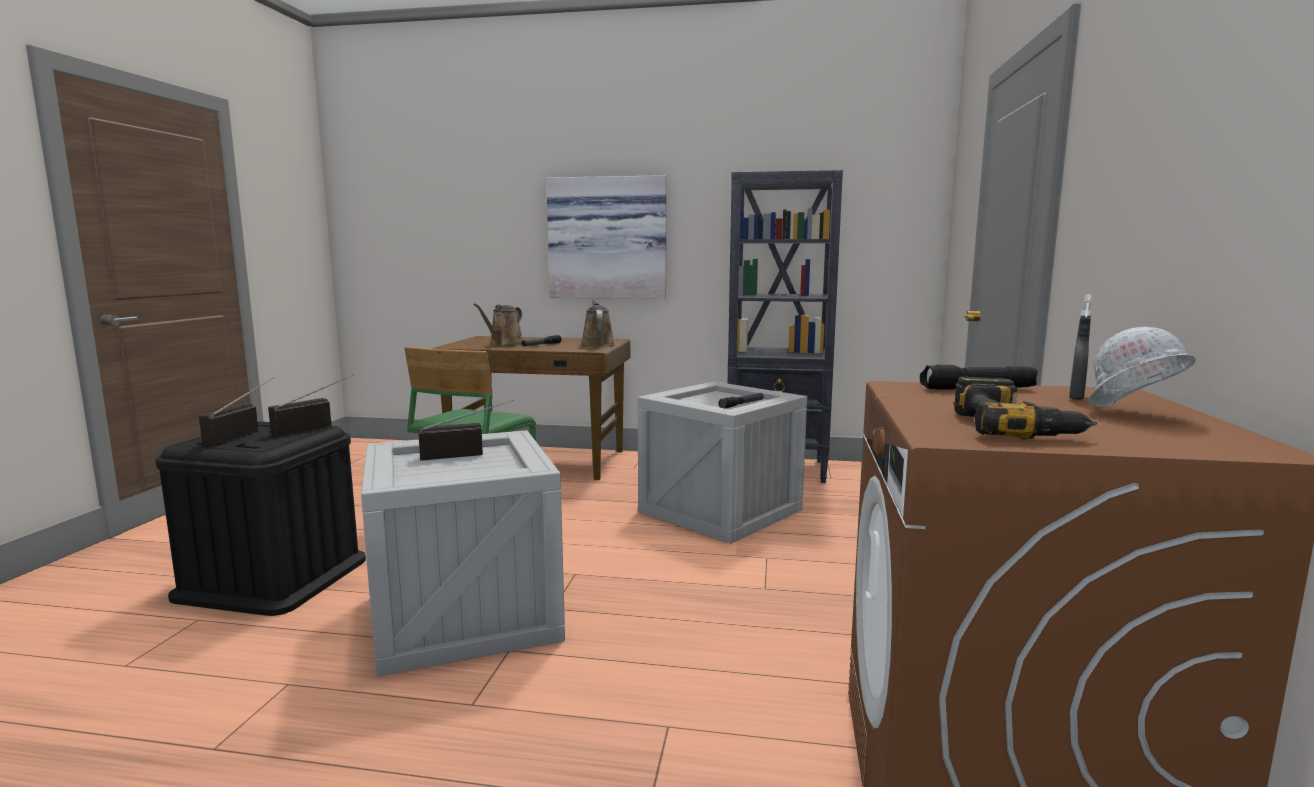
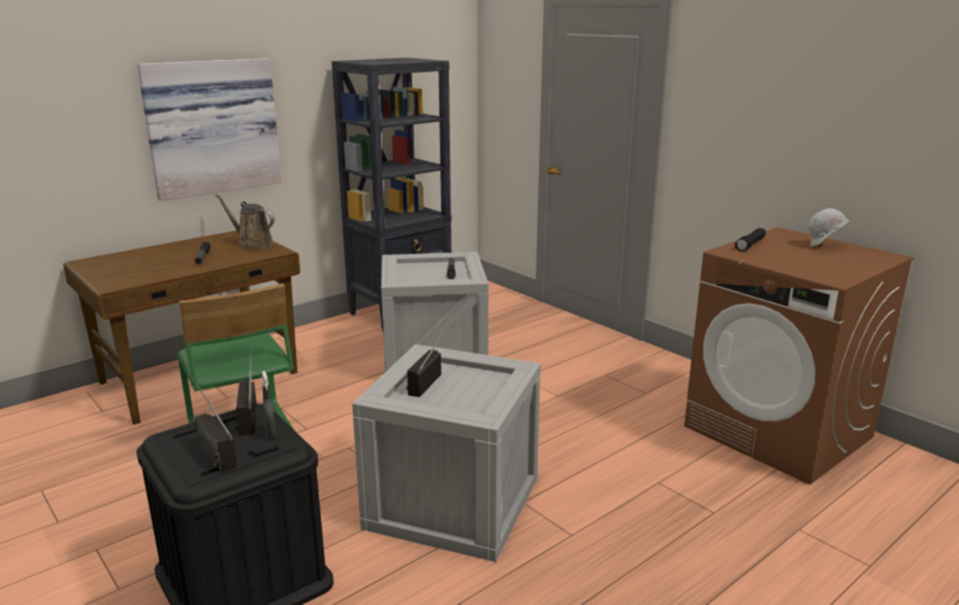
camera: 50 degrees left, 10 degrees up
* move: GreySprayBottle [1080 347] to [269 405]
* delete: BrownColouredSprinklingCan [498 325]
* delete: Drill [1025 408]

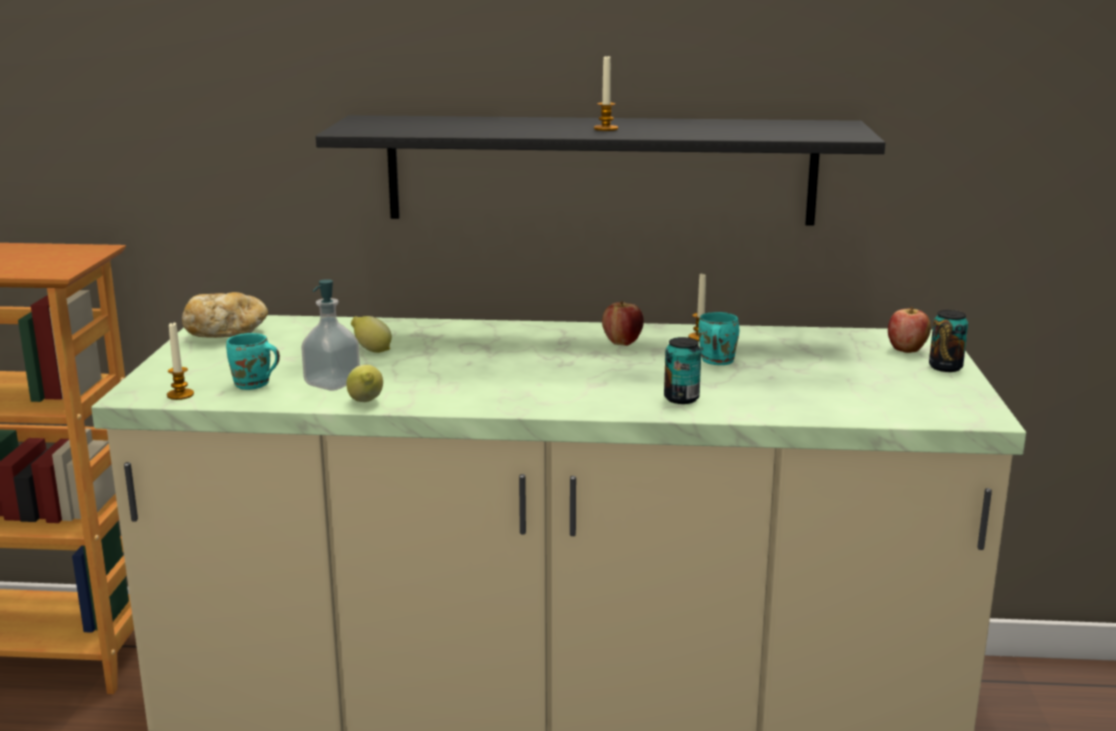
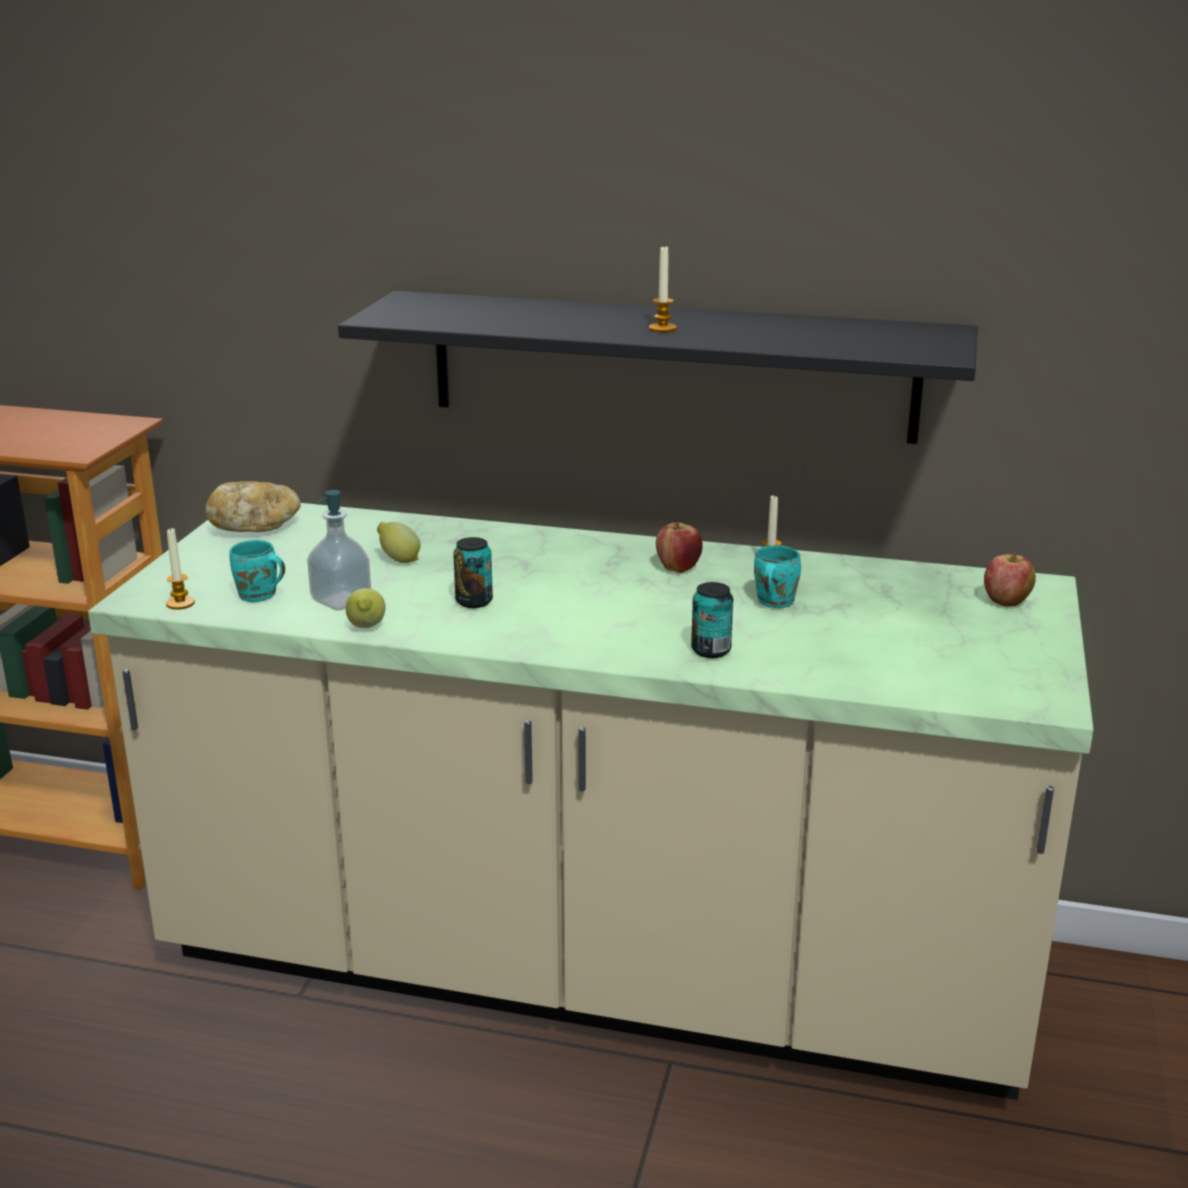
camera: 10 degrees right, 5 degrees up
* move: SealedCan [948 341] to [473 572]

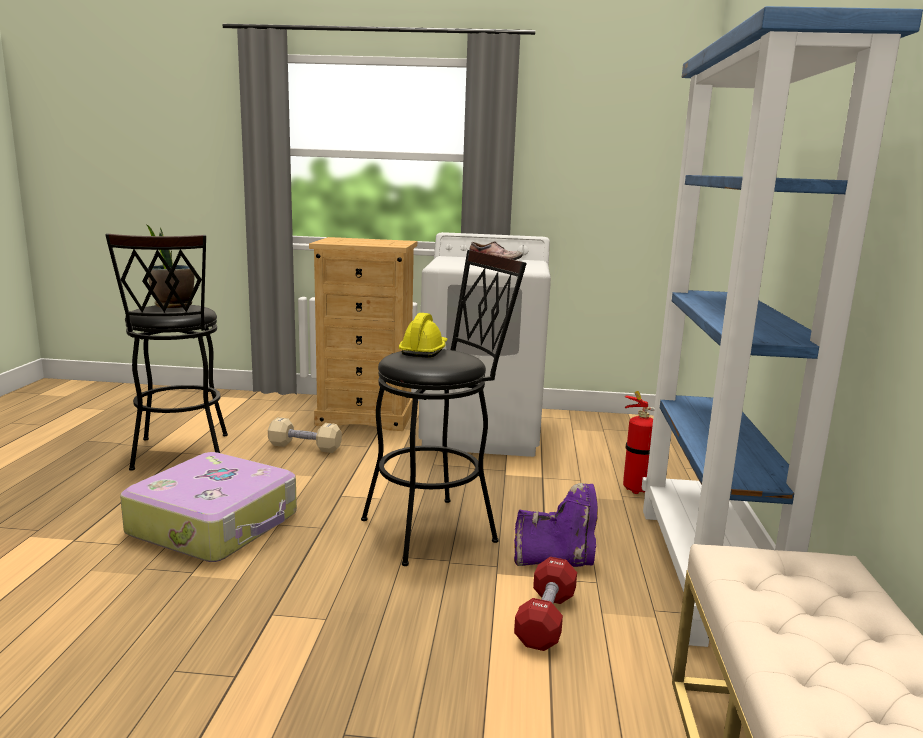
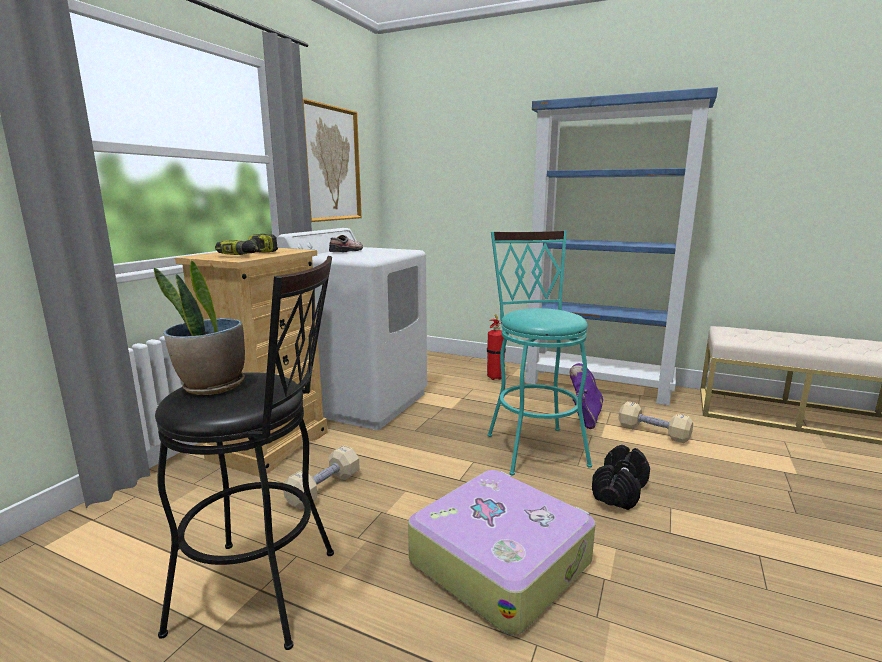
camera: 70 degrees left, 0 degrees up
* insert: Drill [246 244]
* insert: WallPicture [332 160]
* recolor: BlackColouredStoolSeat [444 408] to TurquoiseStoolSeat [539 353]
* insert: BlackColouredHandWeight [621 477]
* recolor: RedHandWeight [545 604] to SandColouredHandWeight [655 422]
* delete: YellowHardHat [423 335]

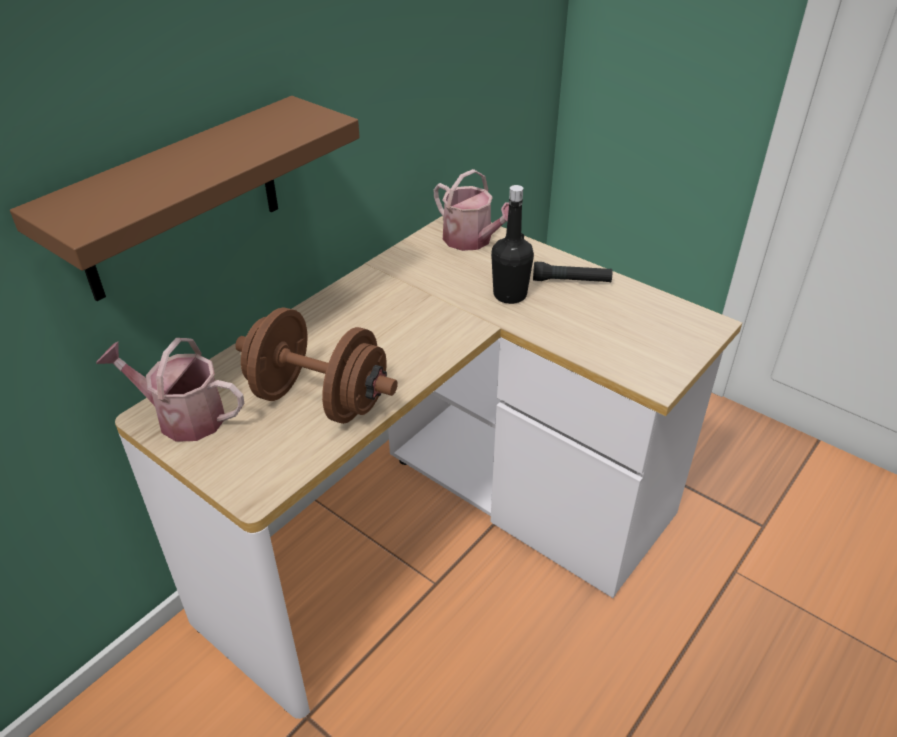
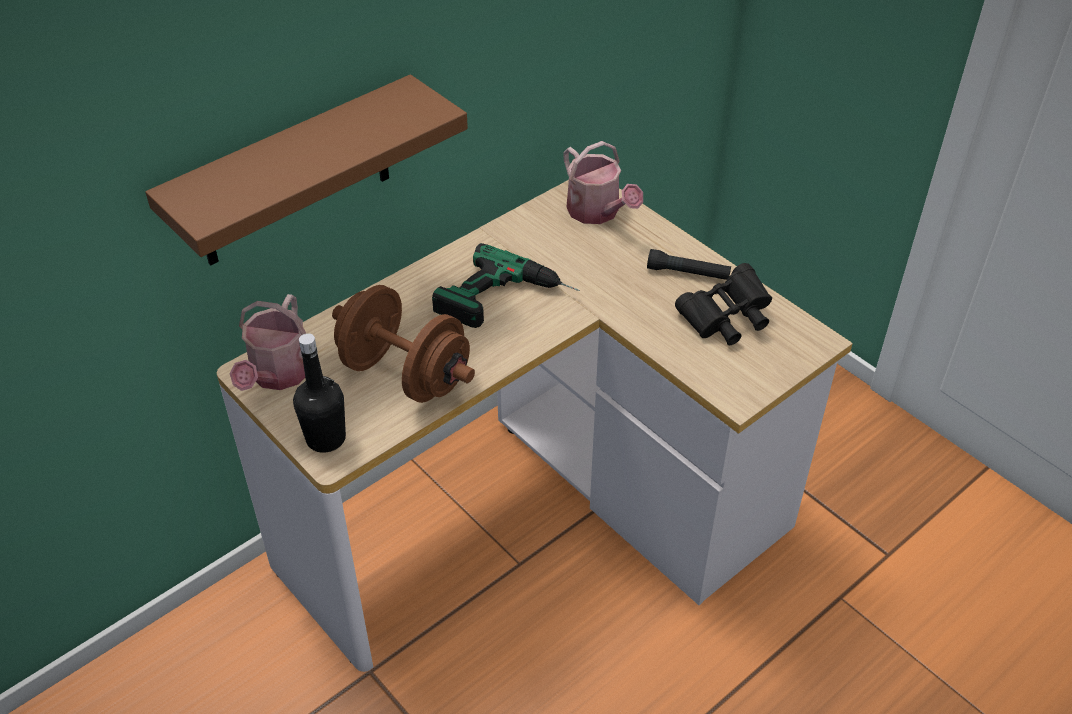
camera: 10 degrees right, 5 degrees up
* rotate: SprinklingCan [170 390] = [267 342] 105 degrees counterclockwise
* move: BlackColouredDrinkBottle [512 244] to [319 392]
* insert: Drill [506 285]
* insert: BlackColouredFieldGlasses [723 304]

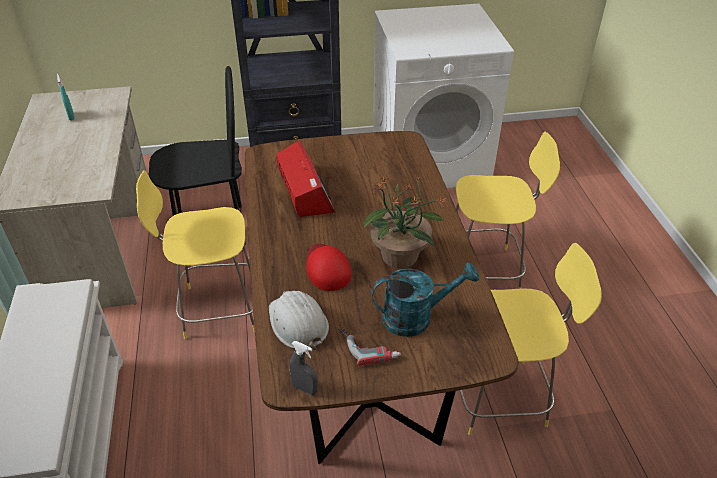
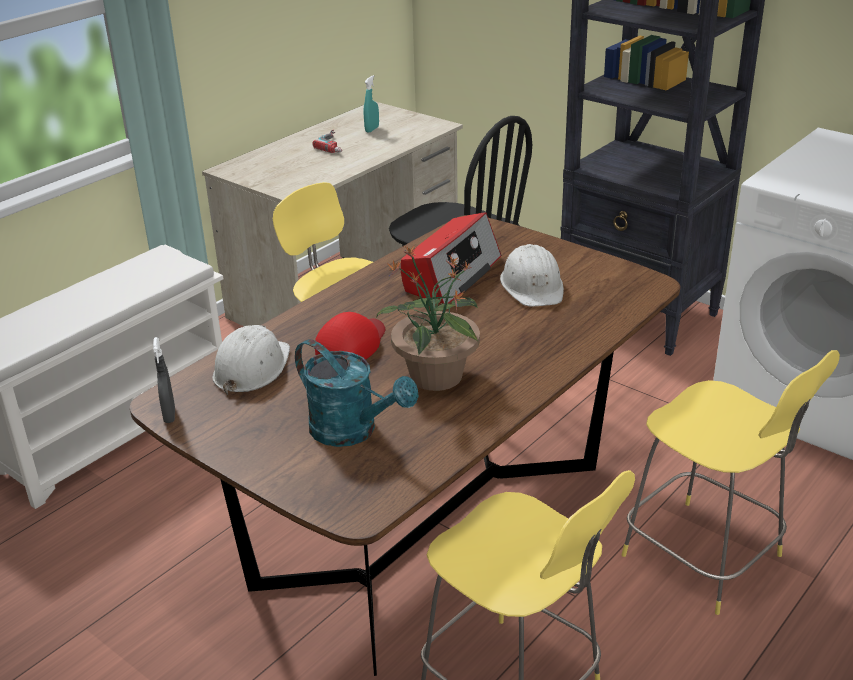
camera: 50 degrees right, 10 degrees down
* move: Drill [369 346] to [327 141]
* insert: WhitishHardHat [532 275]

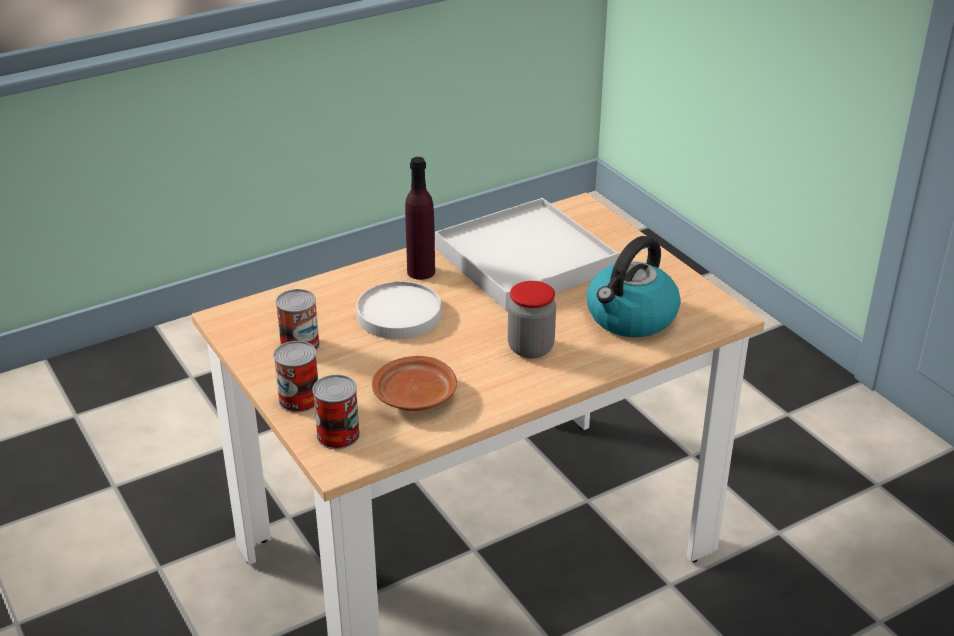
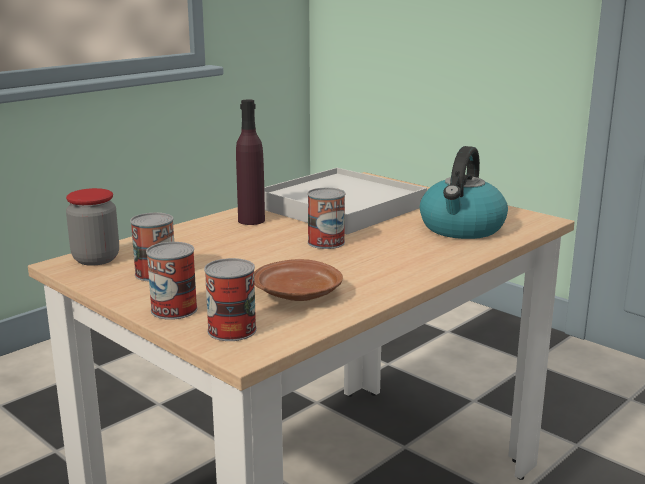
camera: 15 degrees left, 15 degrees down
* move: StorageJar [532 319] to [92 227]
* insert: SealedCan [326 218]
* delete: WhitishFlatDish [398 310]

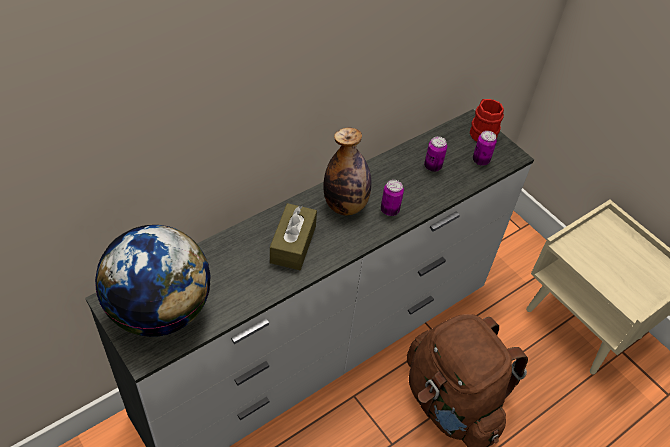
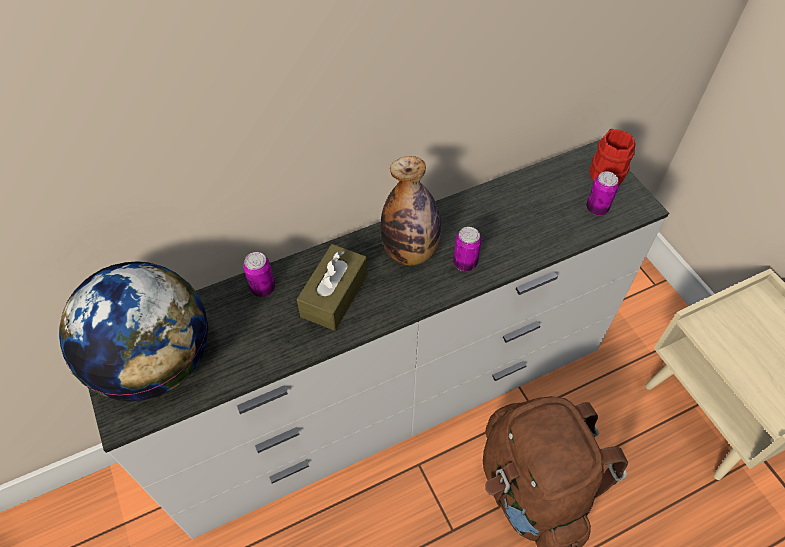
camera: 15 degrees right, 5 degrees up
* move: SealedCan [435 154] to [259 274]

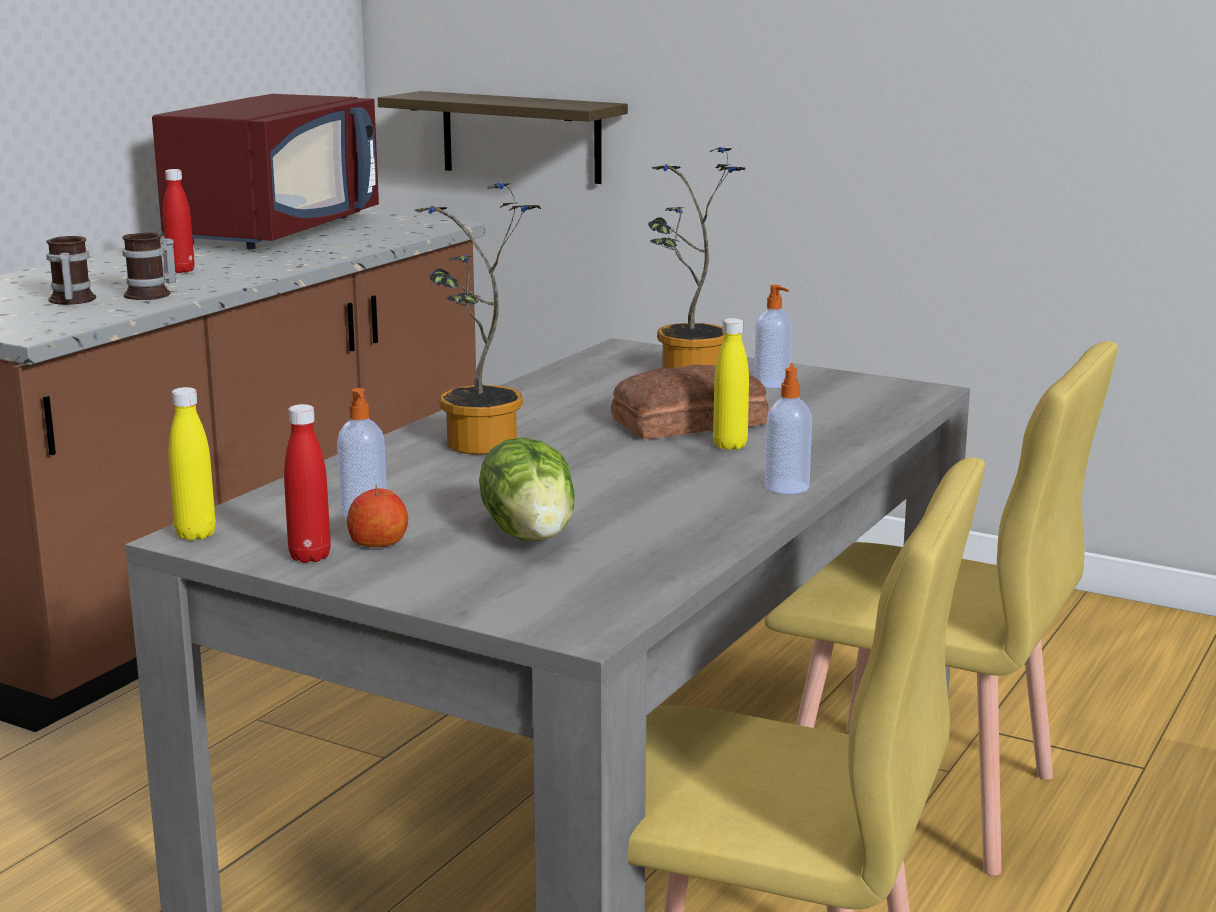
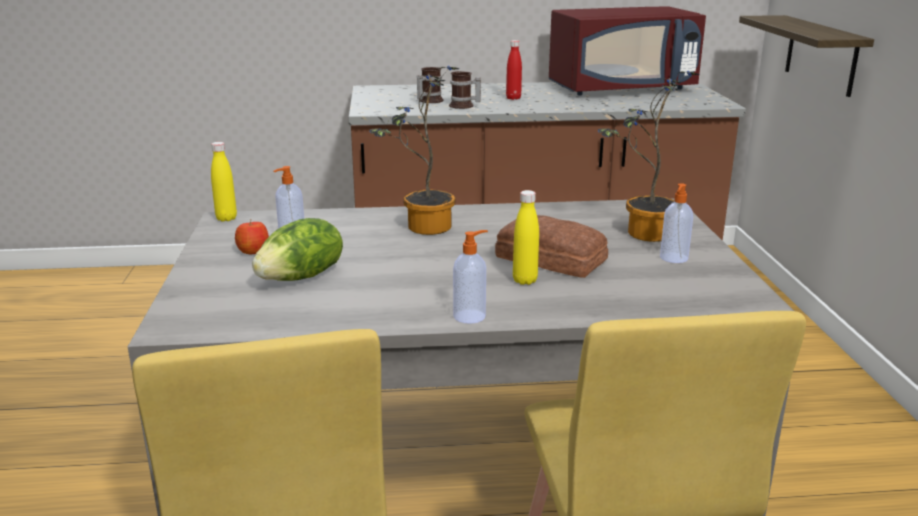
camera: 55 degrees right, 5 degrees up
* delete: RedDrinkBottle [307 483]

